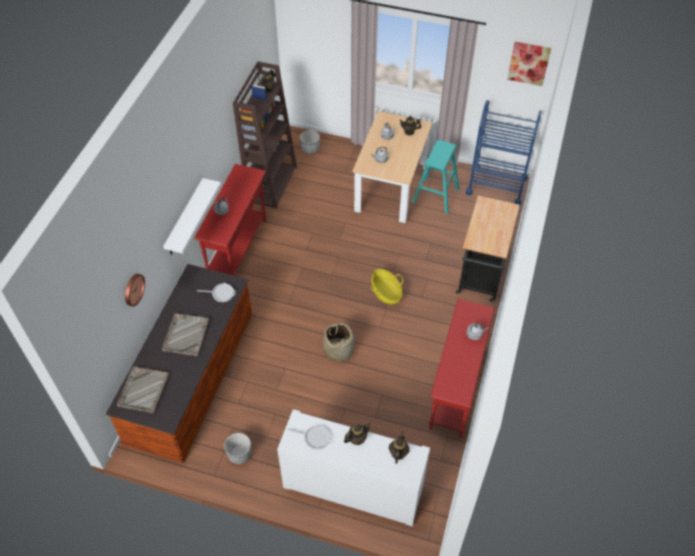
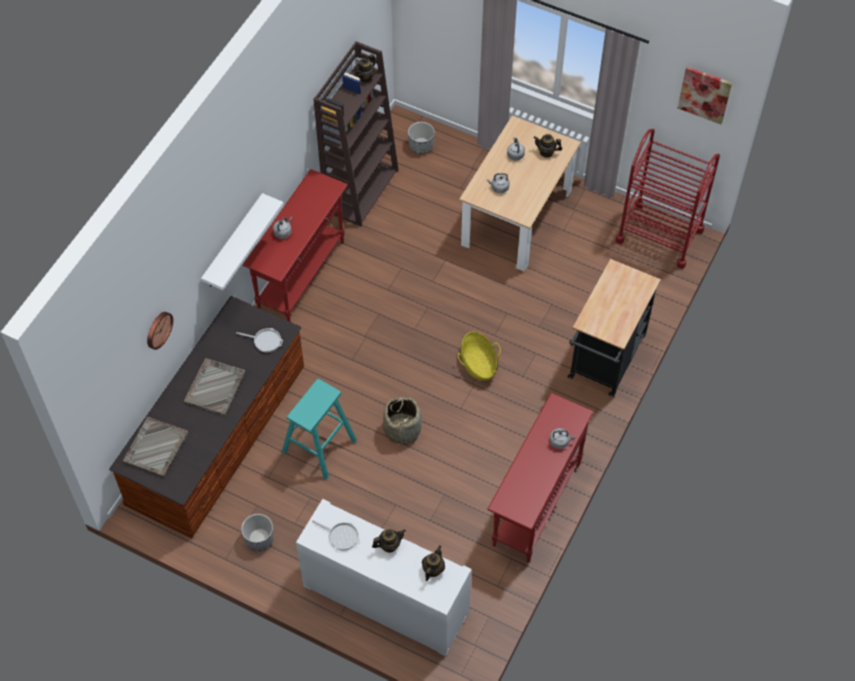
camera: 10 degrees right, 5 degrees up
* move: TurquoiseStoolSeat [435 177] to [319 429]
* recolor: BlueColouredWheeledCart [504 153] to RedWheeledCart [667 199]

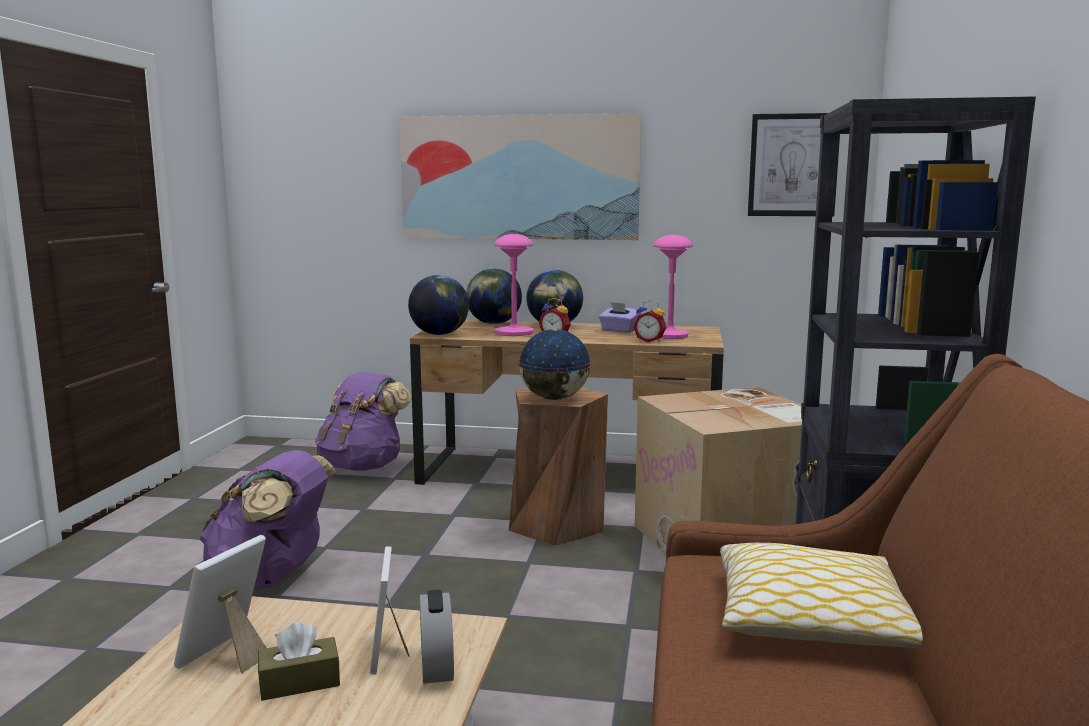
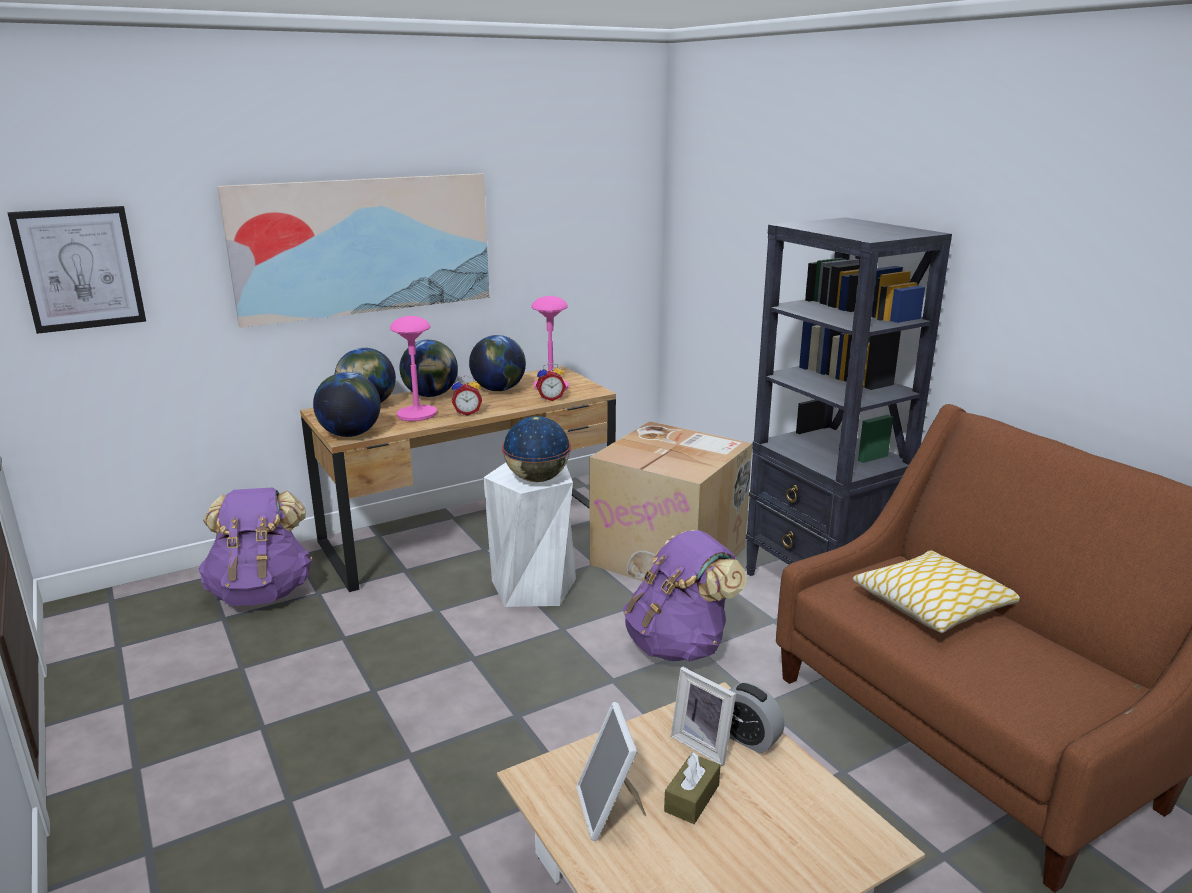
camera: 40 degrees left, 10 degrees up
* move: WallPicture [794 164] to [77 270]
* replace: PurpleColouredTissueHolder [620 317] to DeskGlobe [497 363]
* recolor: BrownColouredStoolSeat [558 466] to WhitishStoolSeat [529 534]
* move: PurpleColouredRucksack [268 520] to [685 595]

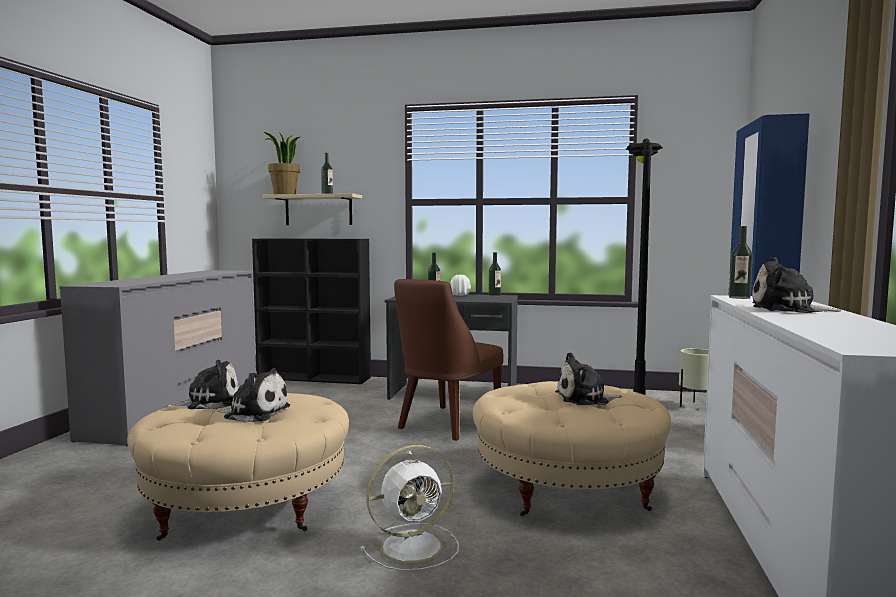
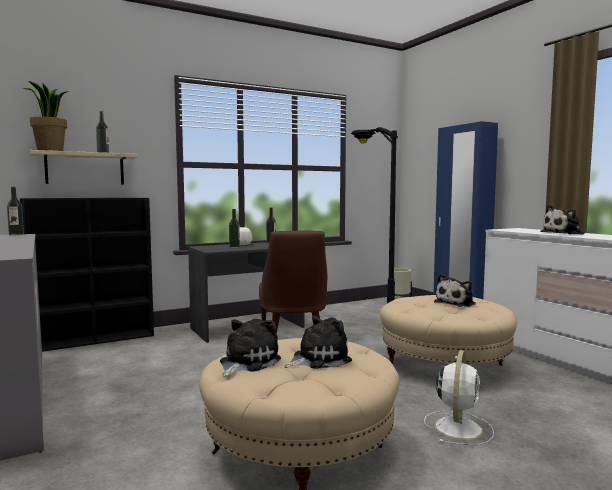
camera: 40 degrees left, 0 degrees up
* move: DrinkBottle [741 262] to [15 211]

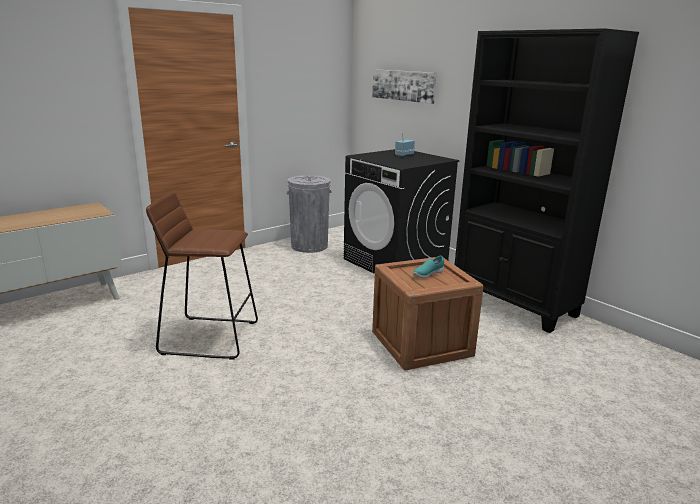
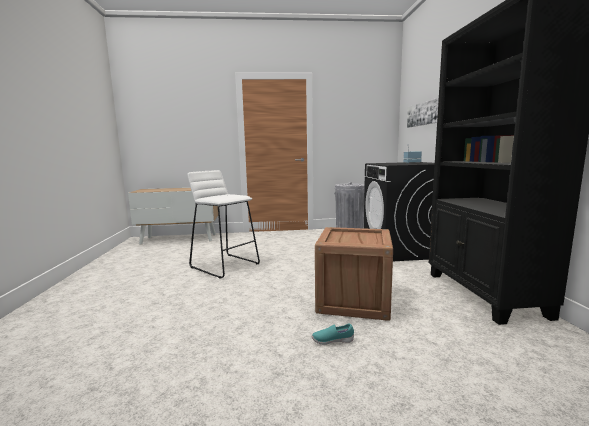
camera: 35 degrees right, 10 degrees down
* recolor: BrownColouredStoolSeat [202 276] to WhitishStoolSeat [223 224]
* move: TurquoiseLowShoe [428 267] to [332 334]

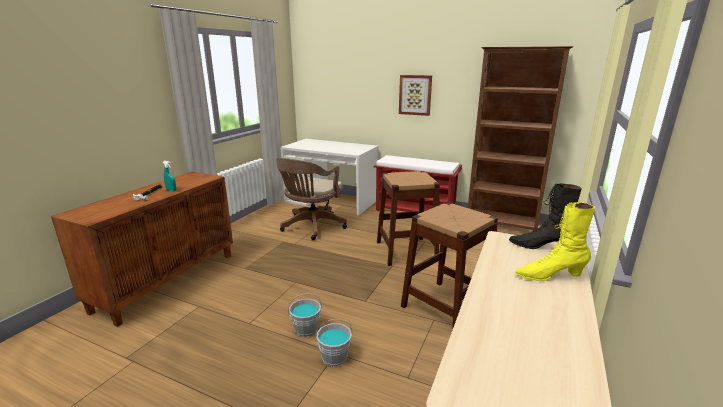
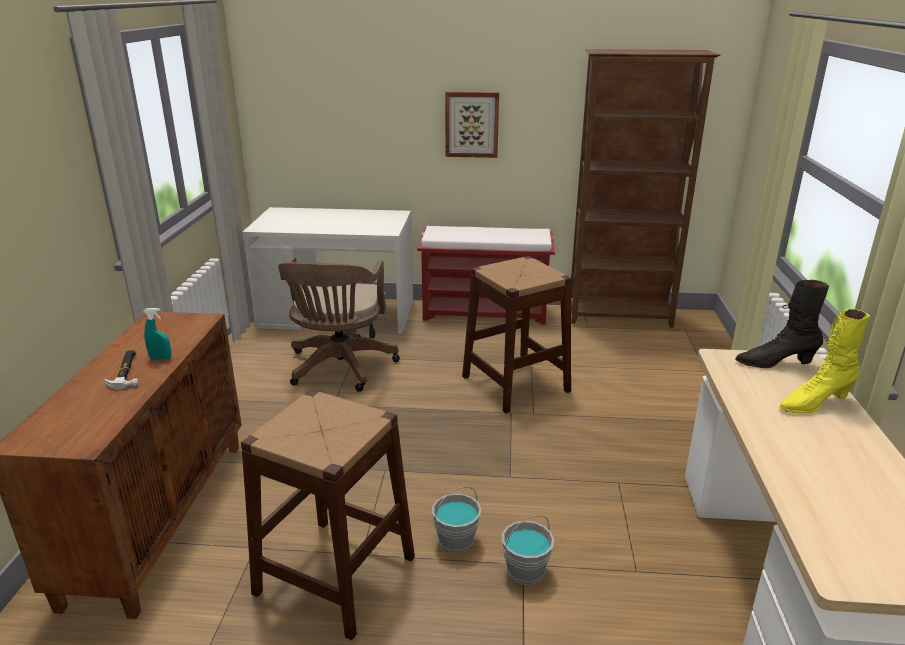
camera: 20 degrees left, 5 degrees up
* move: BrownColouredStoolSeat [449 266] to [328 515]

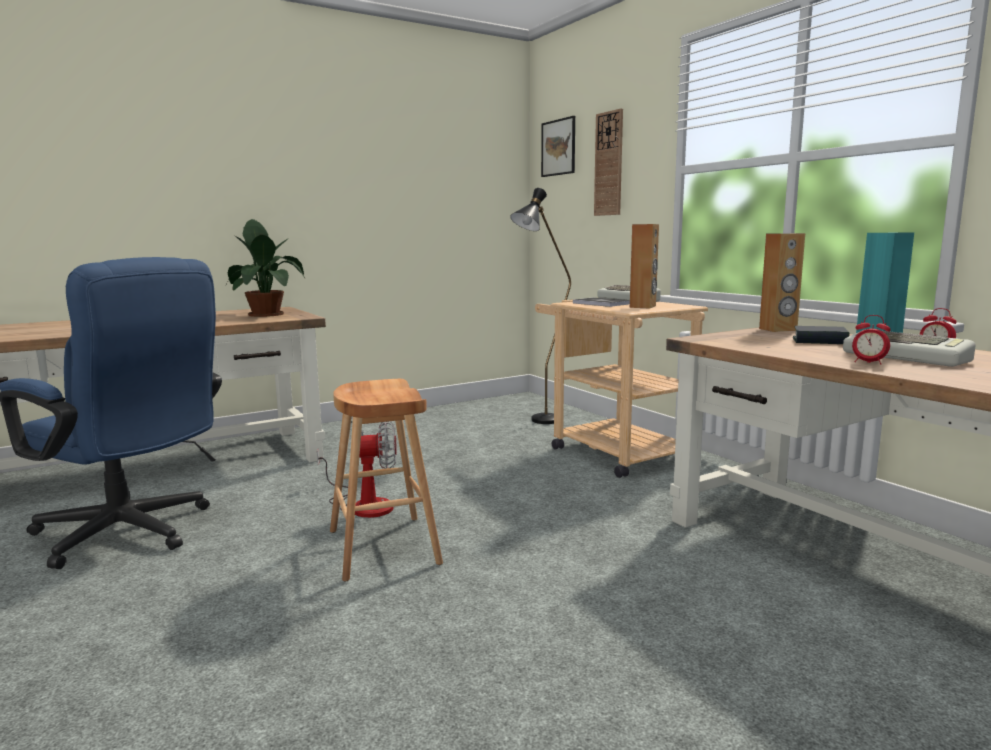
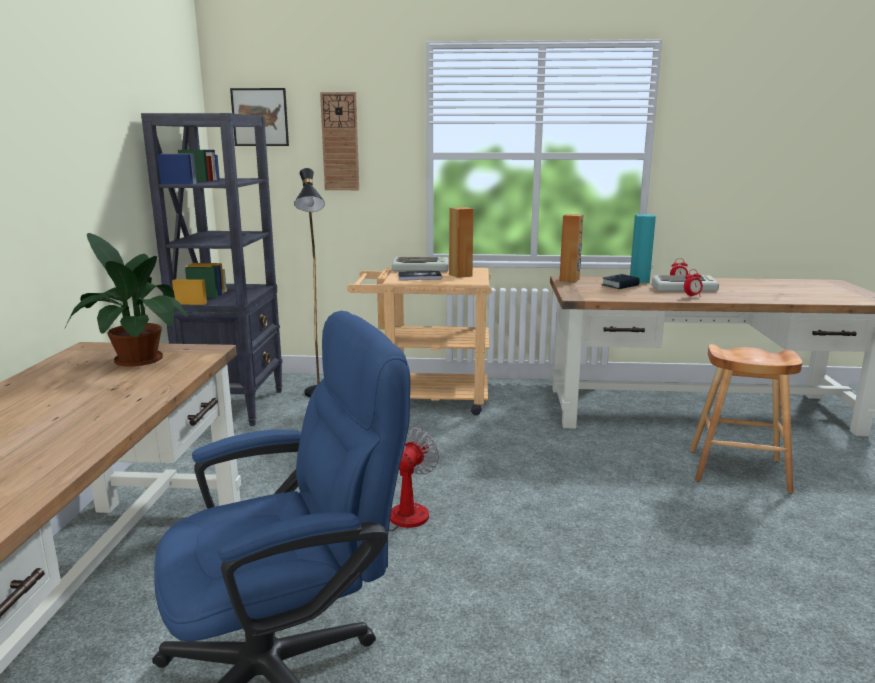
camera: 55 degrees left, 5 degrees up
* insert: BlackColouredBookcase [212 269]
* move: BrownColouredStoolSeat [386 480] to [746 419]

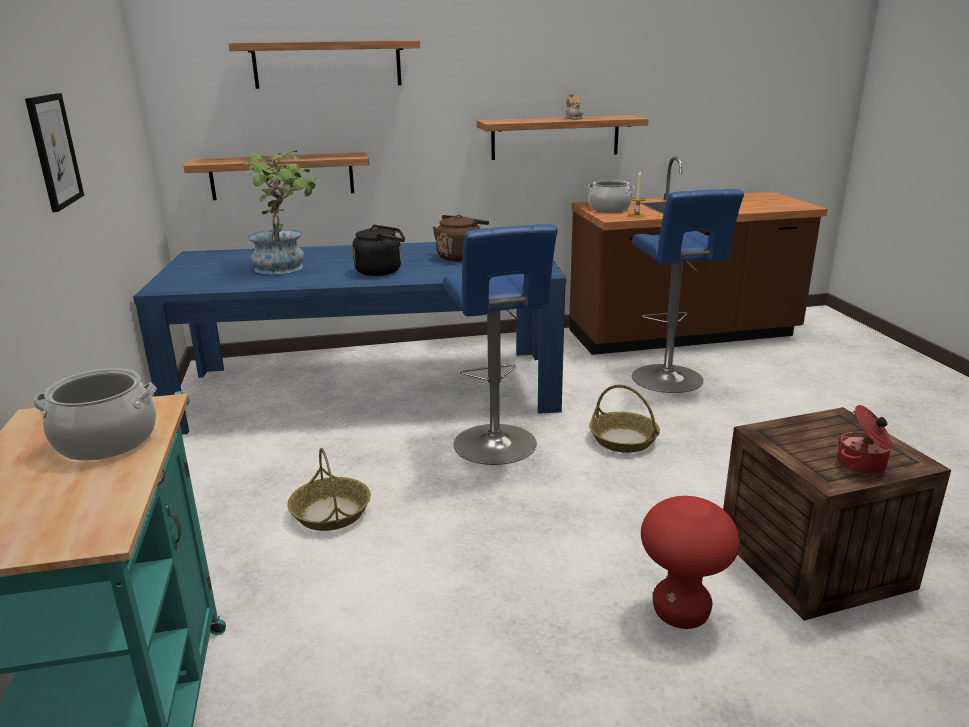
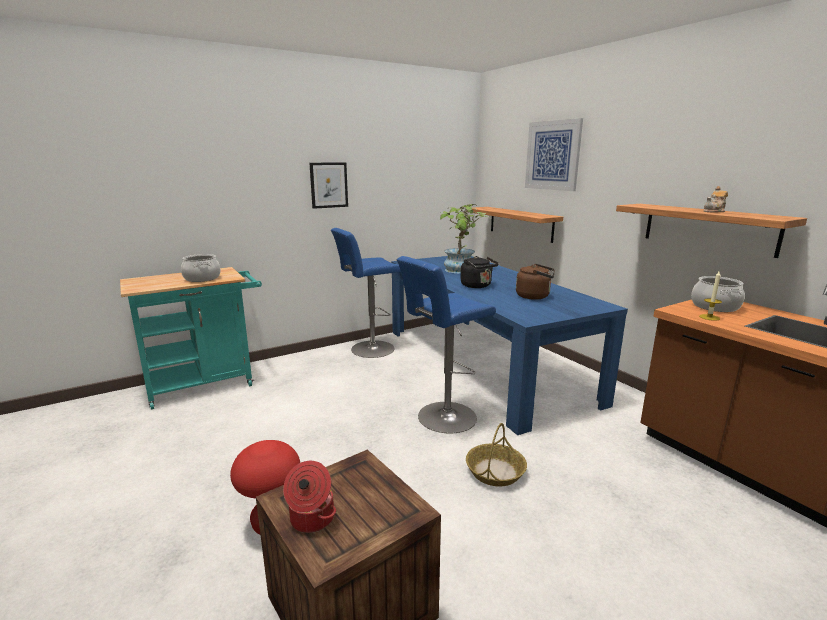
camera: 70 degrees right, 5 degrees down
* move: BlueColouredStoolSeat [688 291] to [366 293]
* replace: BracketShelf [324 64] to WallPicture [554 154]
* delete: Basket [329 489]

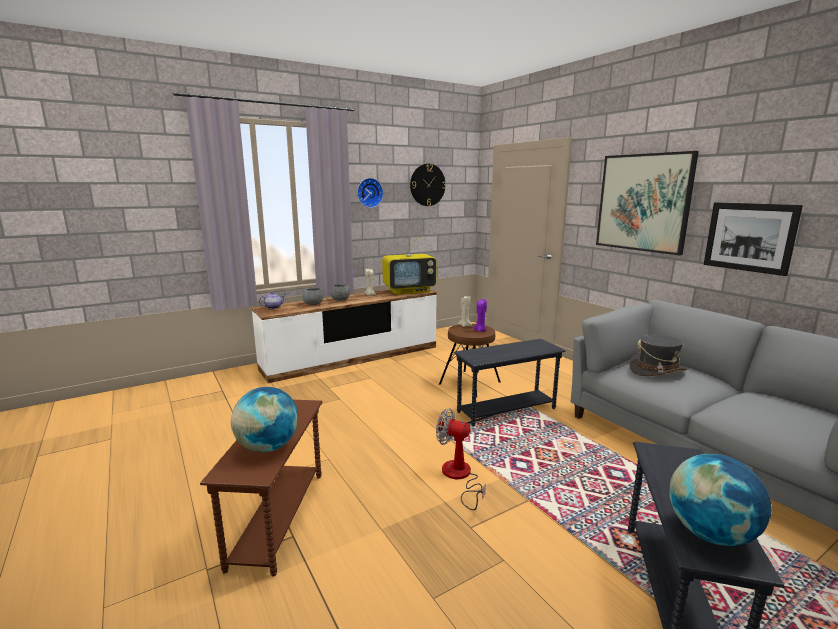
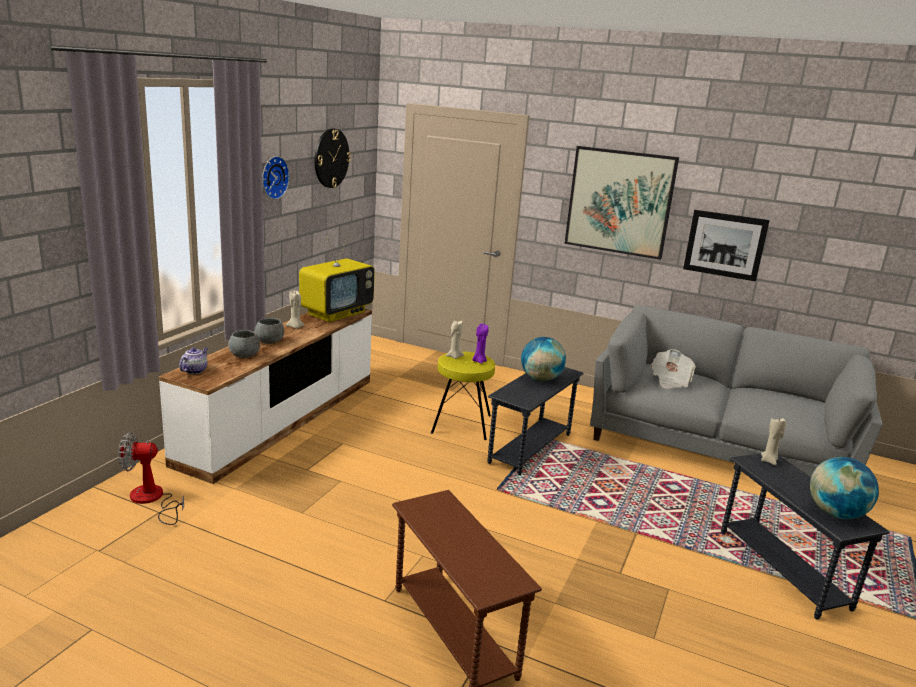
camera: 35 degrees left, 5 degrees up
* move: ElectricFan [461 459] to [151 478]
* recolor: BrownColouredStoolSeat [470 360] to YellowStoolSeat [463 396]
* move: DeskGlobe [264 419] to [543 359]
* replace: GreyClothingHat [658 355] to PrintedPaper [673 369]
* insert: SandColouredWaxCandle [773 441]

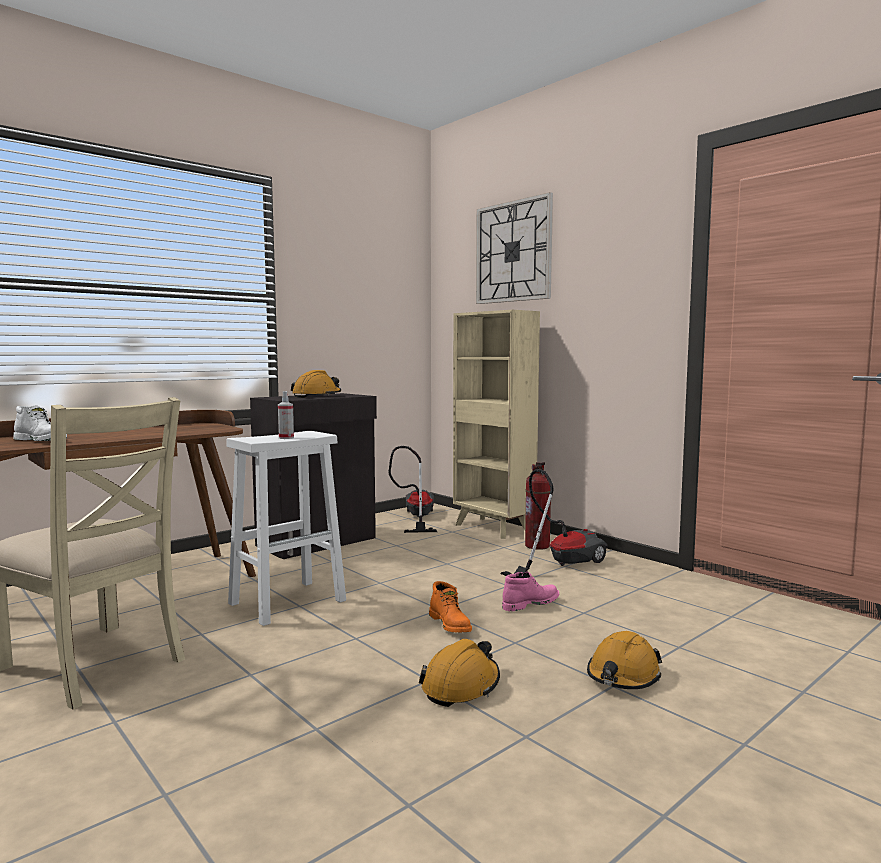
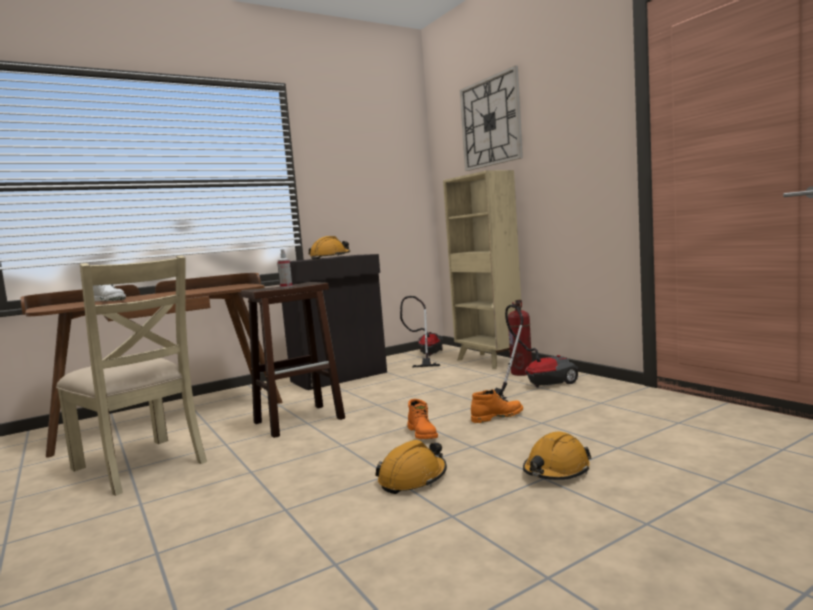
camera: 10 degrees right, 0 degrees up
* recolor: WhitishStoolSeat [286 528] to BrownColouredStoolSeat [293 360]
* recolor: PinkColouredHighTopBoot [530 591] to OrangeyHighTopBoot [497 406]

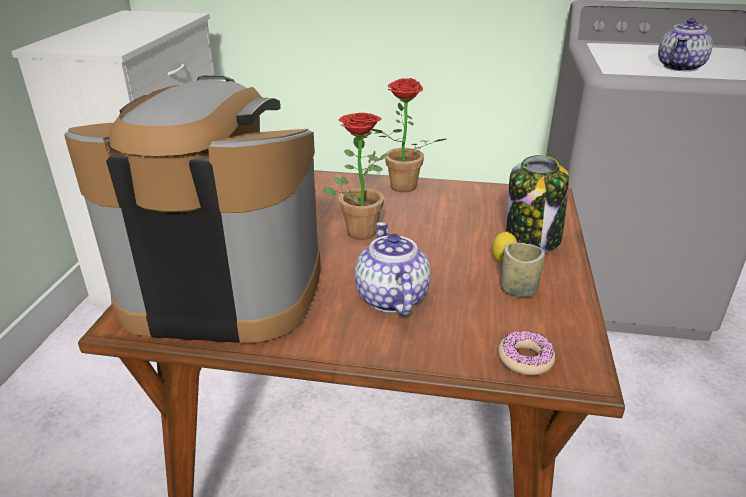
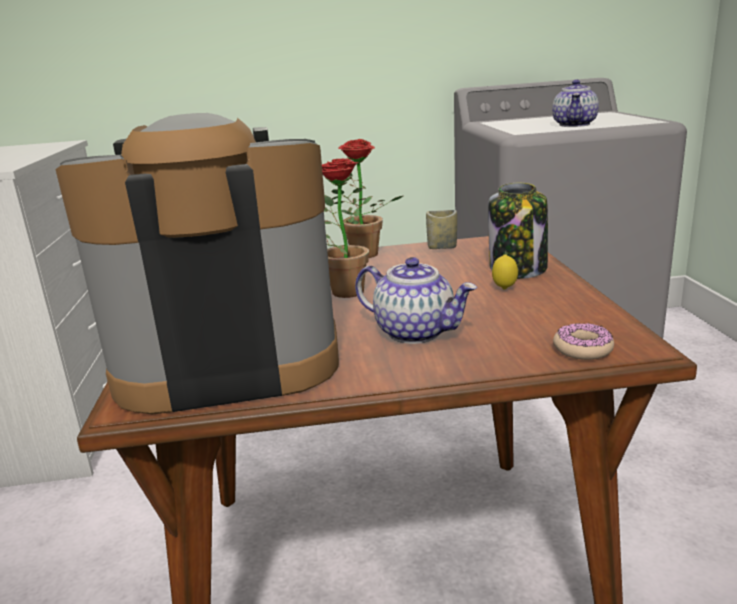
camera: 15 degrees left, 10 degrees down
* rotate: PotForTea [393 269] = [416 300] 150 degrees clockwise
* move: Cup [523 270] to [441 229]

